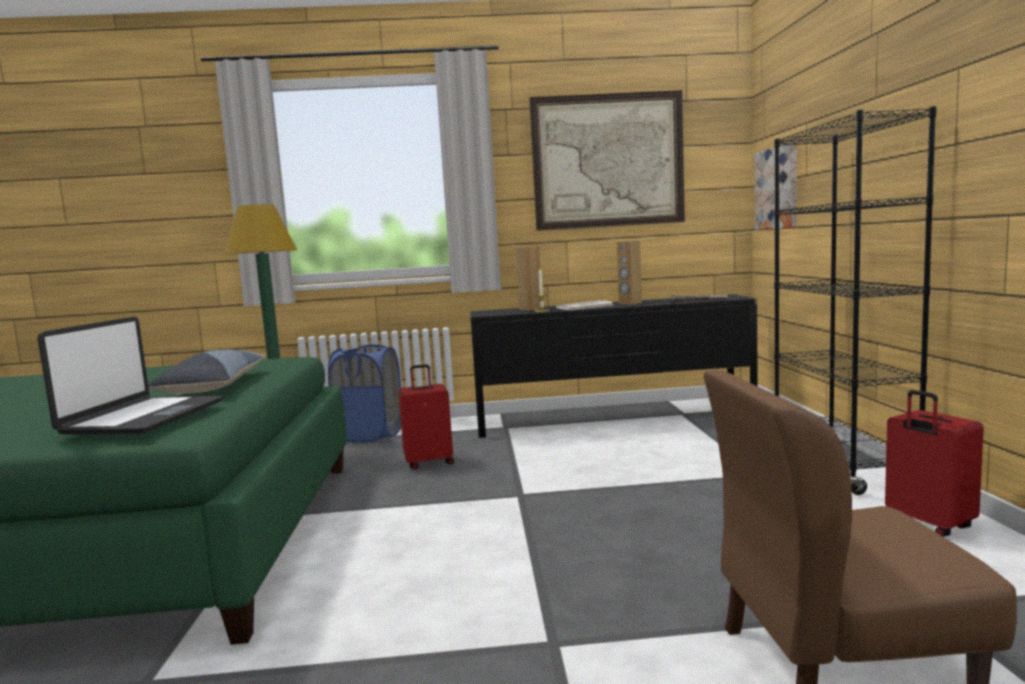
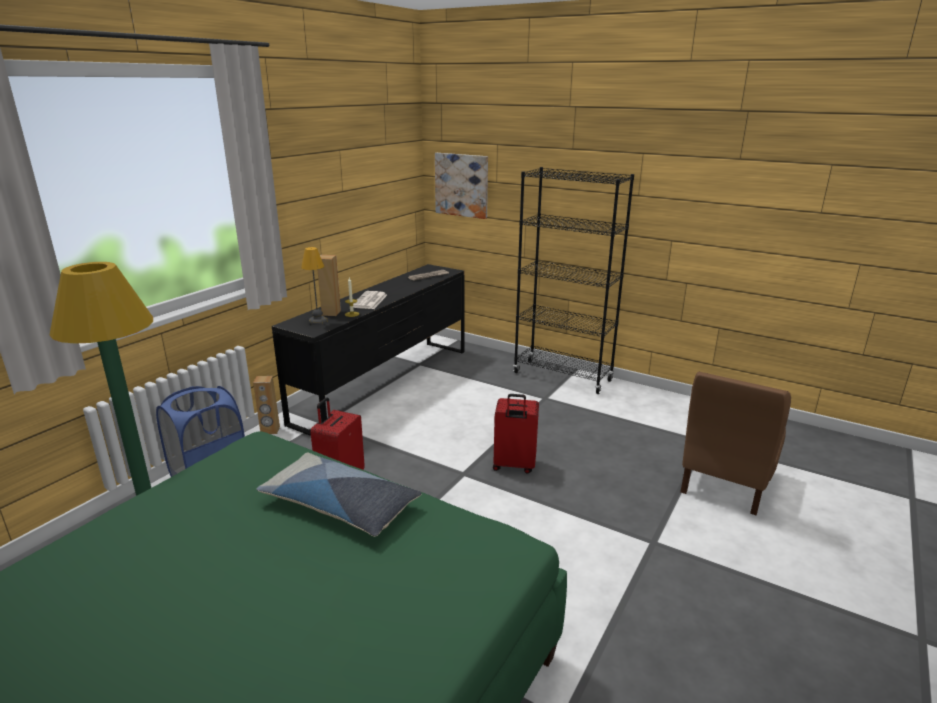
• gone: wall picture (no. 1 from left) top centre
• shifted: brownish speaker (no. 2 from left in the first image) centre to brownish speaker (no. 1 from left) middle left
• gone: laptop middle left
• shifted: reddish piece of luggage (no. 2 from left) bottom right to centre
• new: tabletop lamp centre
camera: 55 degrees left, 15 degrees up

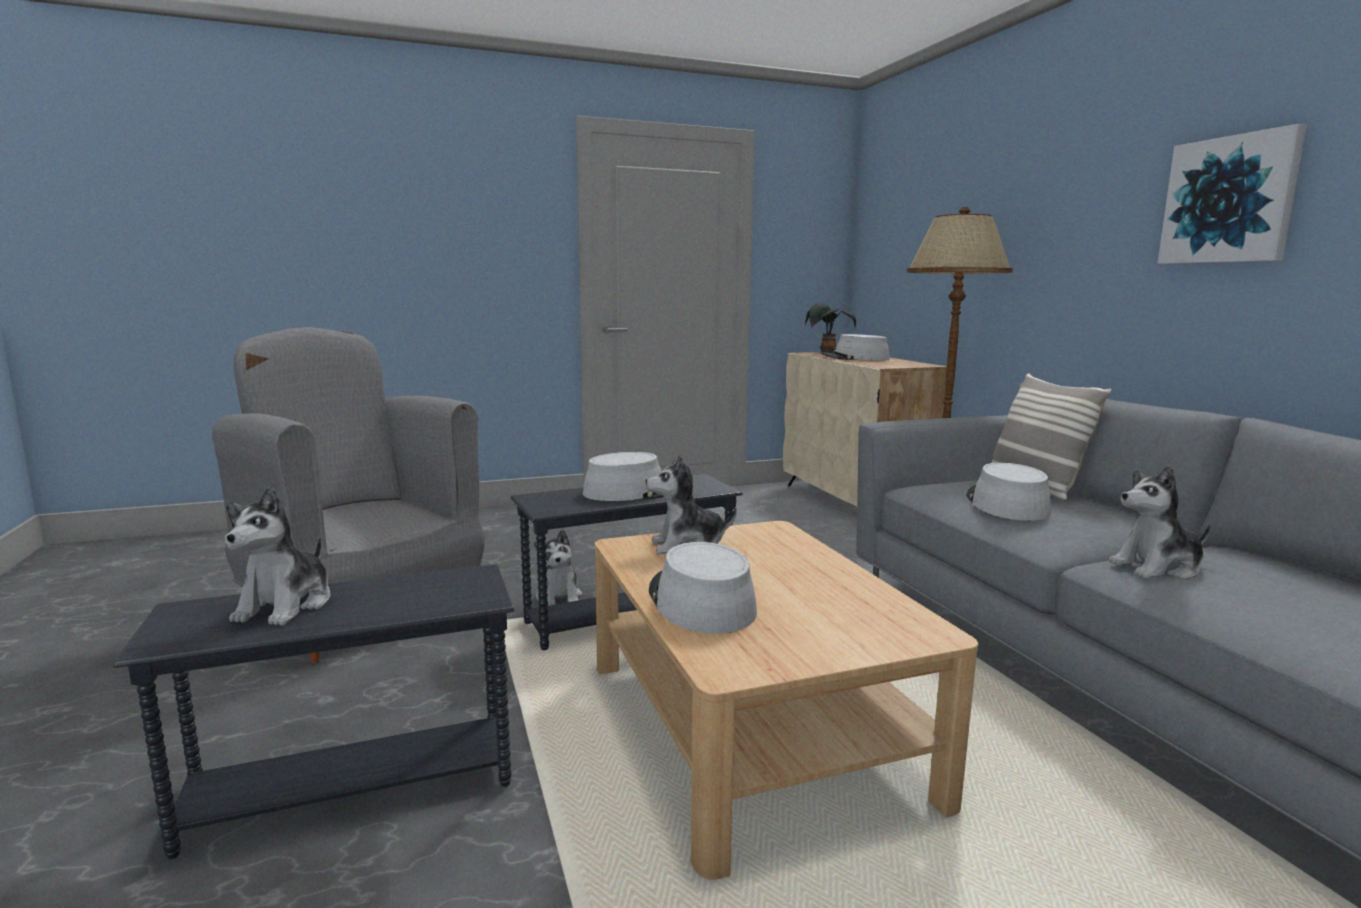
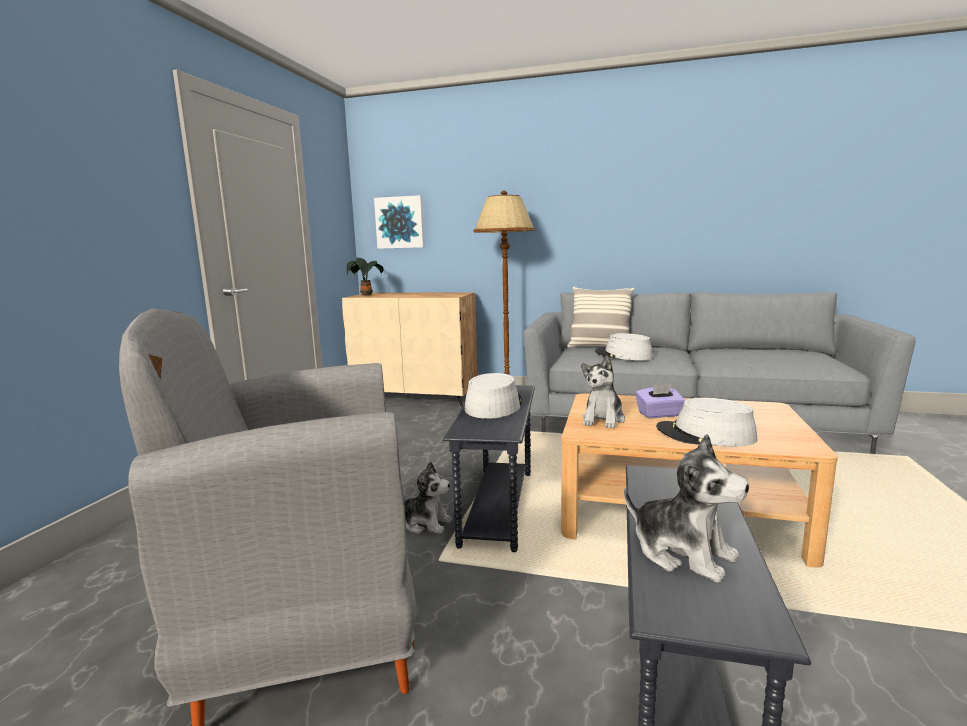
• shifted: wall picture top right to top centre
• gone: grey wearable hat (no. 3 from left) centre
• gone: soft toy (no. 4 from left) middle right
• new: purple tissue box middle right
camera: 55 degrees left, 0 degrees up

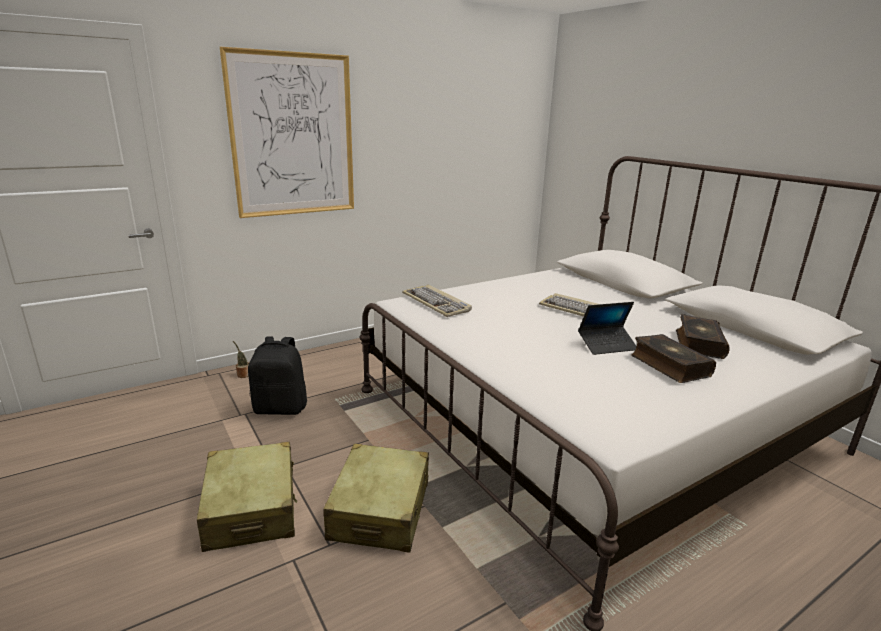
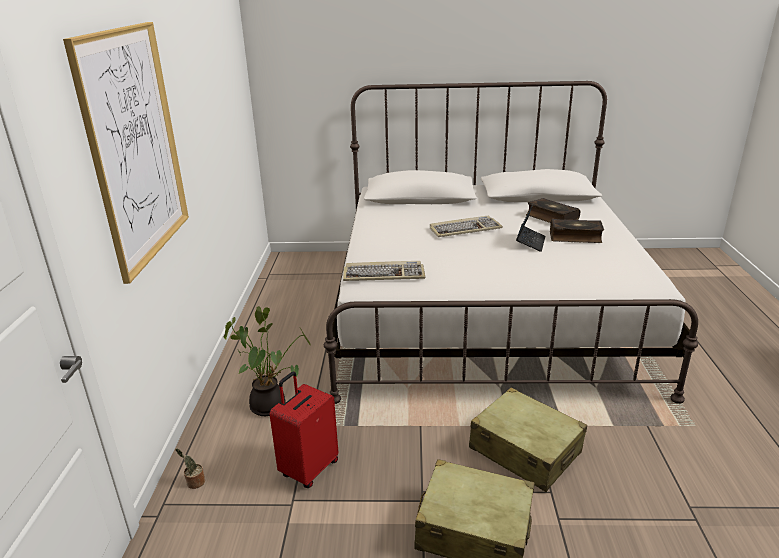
• swapped: blackish knapsack middle left to reddish piece of luggage bottom centre
• new: potted plant (no. 2 from left) centre
camera: 55 degrees left, 5 degrees up

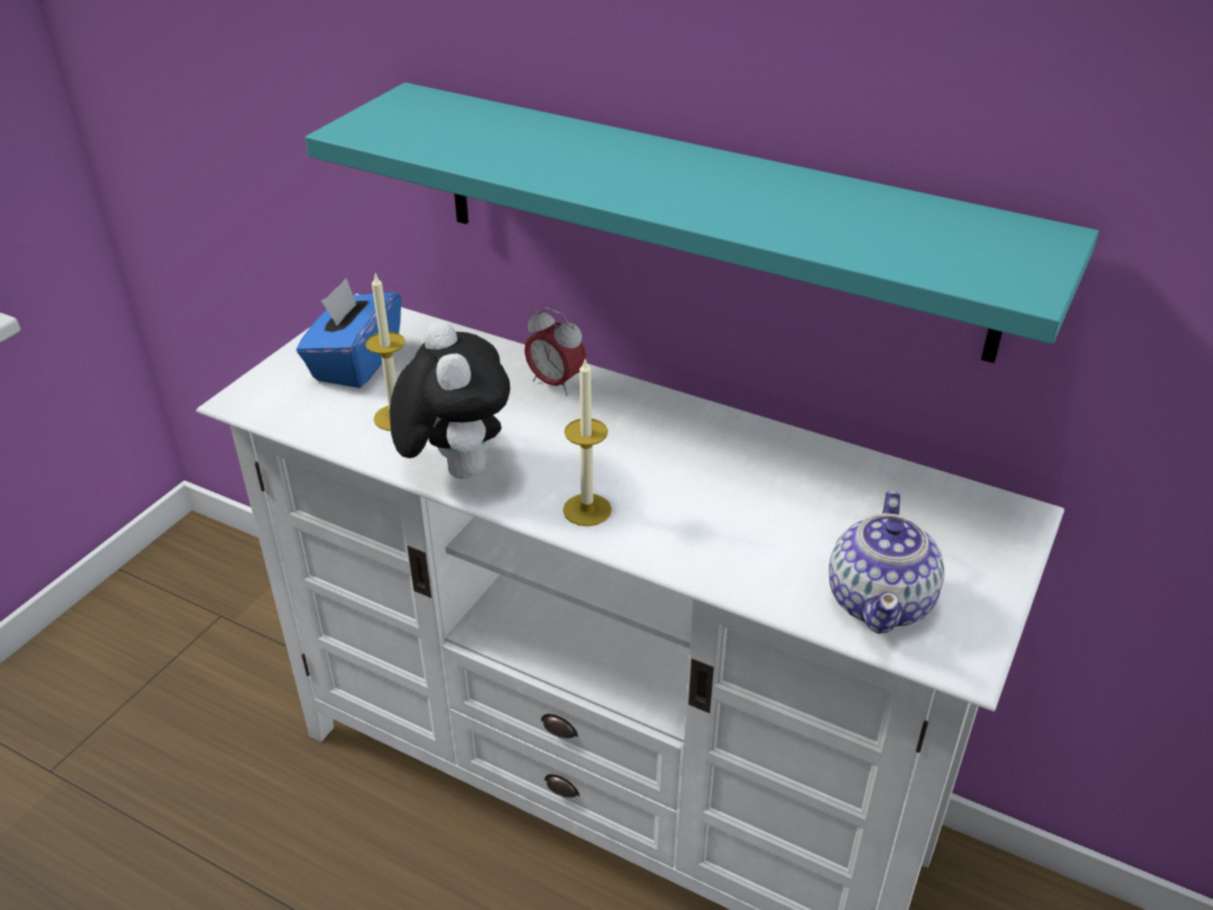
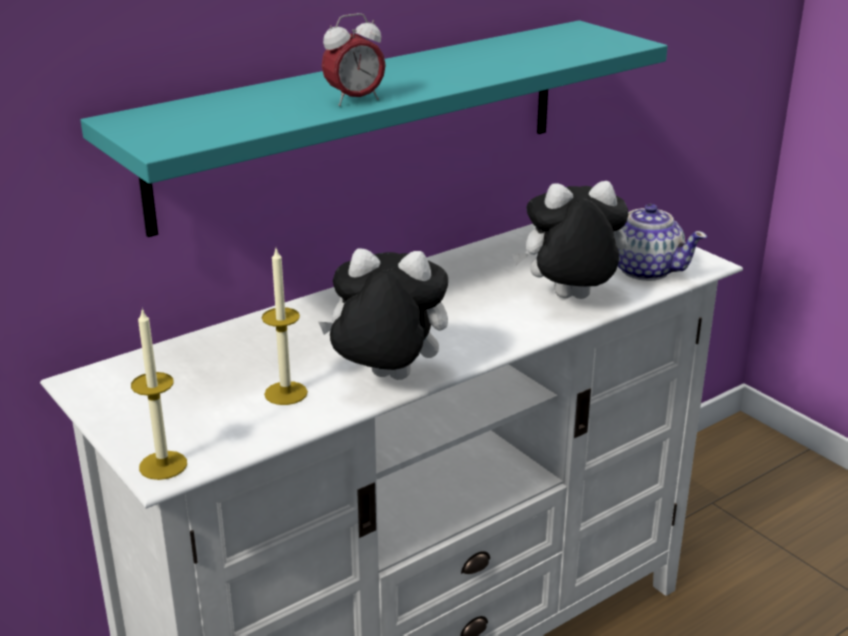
• gone: blue tissue box middle left
• shifted: alarm clock centre to top centre
• shifted: wax candle (no. 2 from left in the first image) centre to wax candle (no. 1 from left) middle left
• new: soft toy (no. 2 from left) middle right
camera: 65 degrees left, 10 degrees down

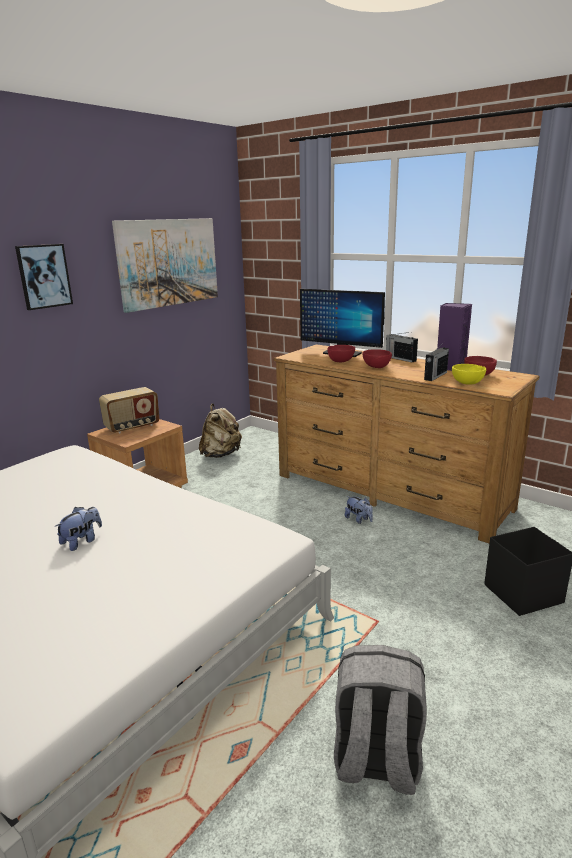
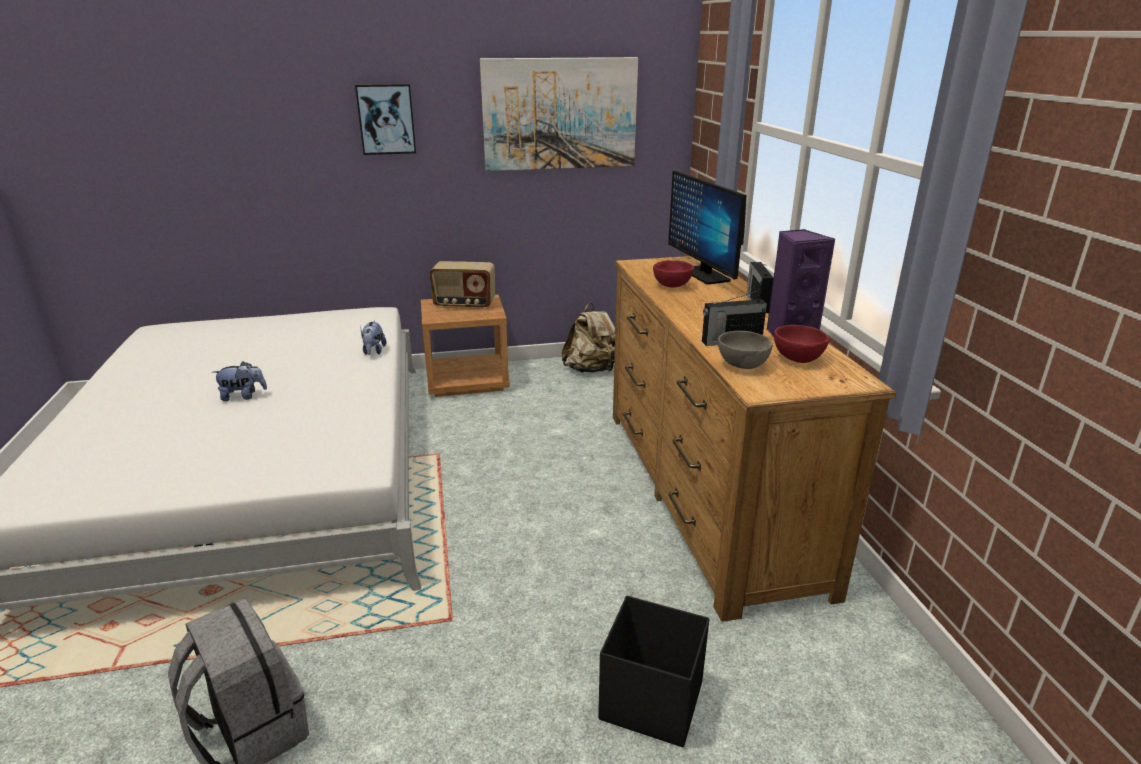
• gone: reddish serving bowl (no. 2 from left) centre
• repainted: yellow-coloured serving bowl middle right to grey serving bowl centre
• shifted: soft toy (no. 2 from left) centre to middle left
camera: 40 degrees right, 5 degrees up

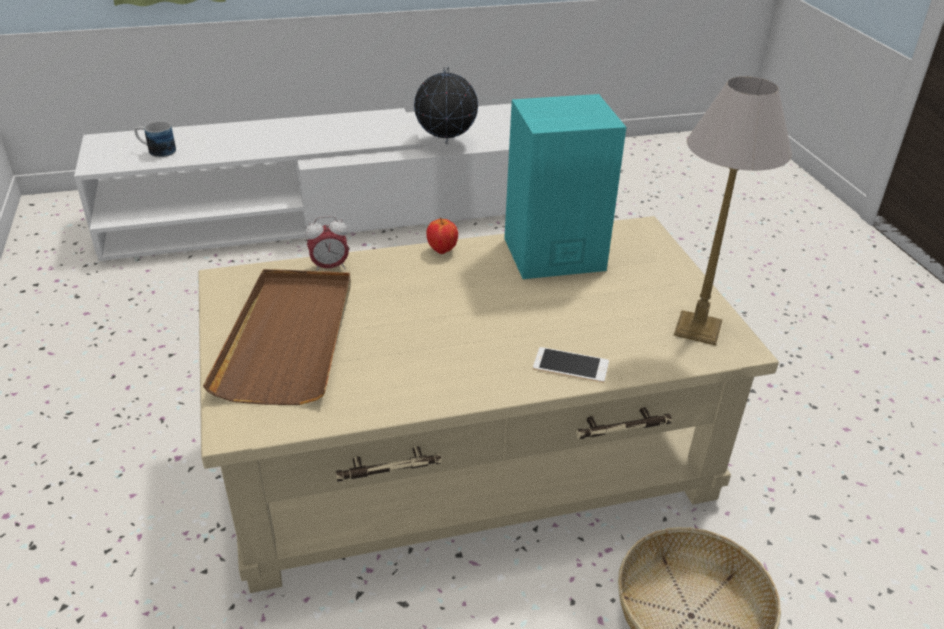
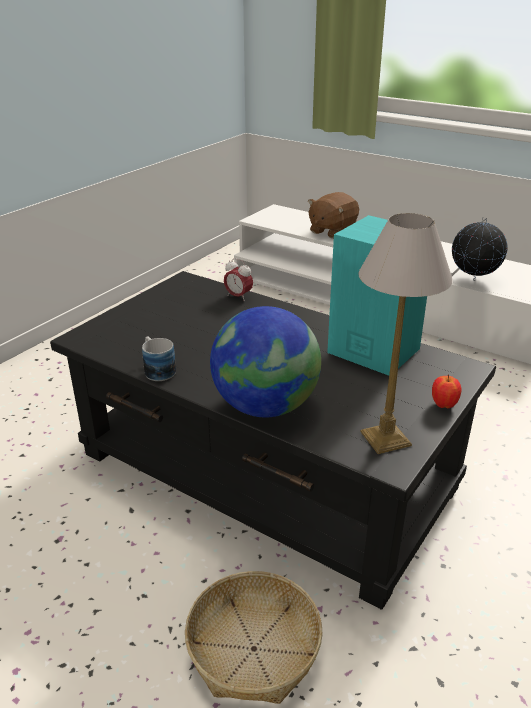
• shifted: mug top left to middle left
• repainted: beige lounge table centre to blackish lounge table centre
• shifted: apple centre to middle right
• gone: brownish tray middle left
• swapped: phone centre to world globe (no. 1 from left) centre
• new: brownish soft toy top centre
camera: 50 degrees right, 5 degrees down

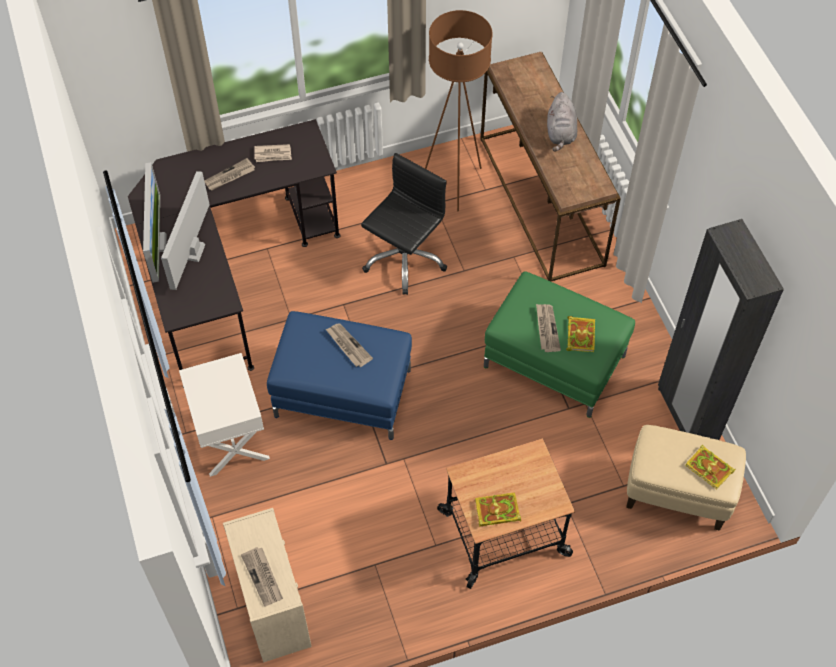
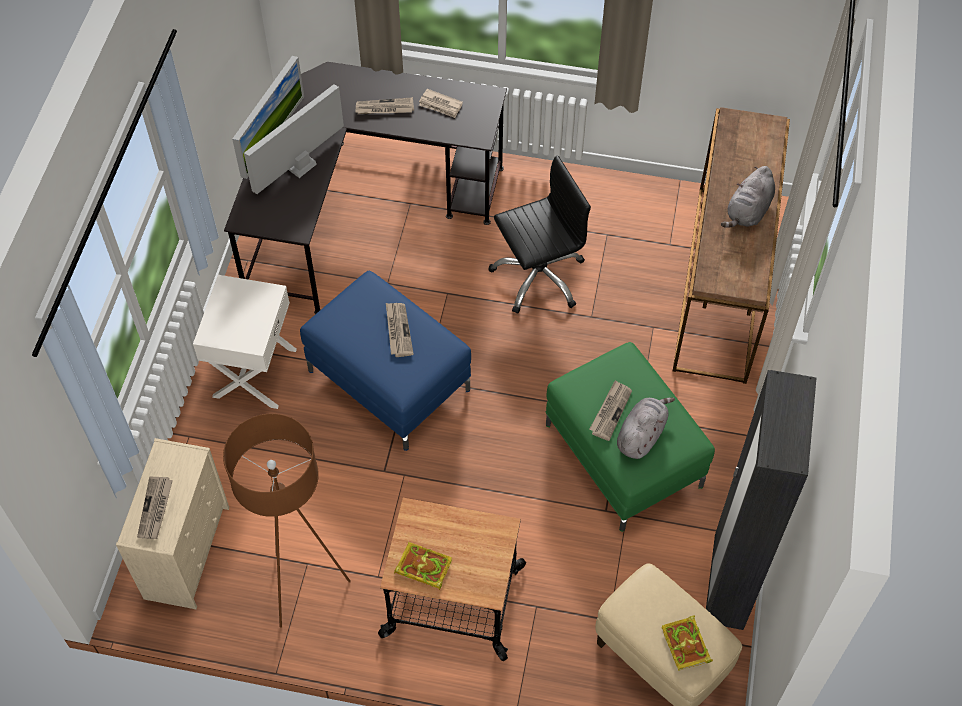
• shifted: brownish floor lamp top centre to bottom left
• swapped: book (no. 2 from left) middle right to grey soft toy (no. 1 from left) middle right
camera: 30 degrees right, 0 degrees up

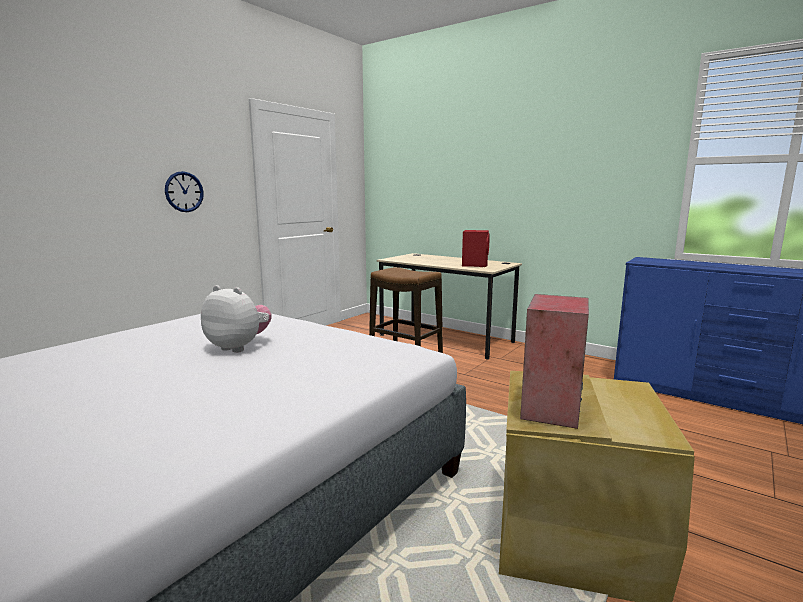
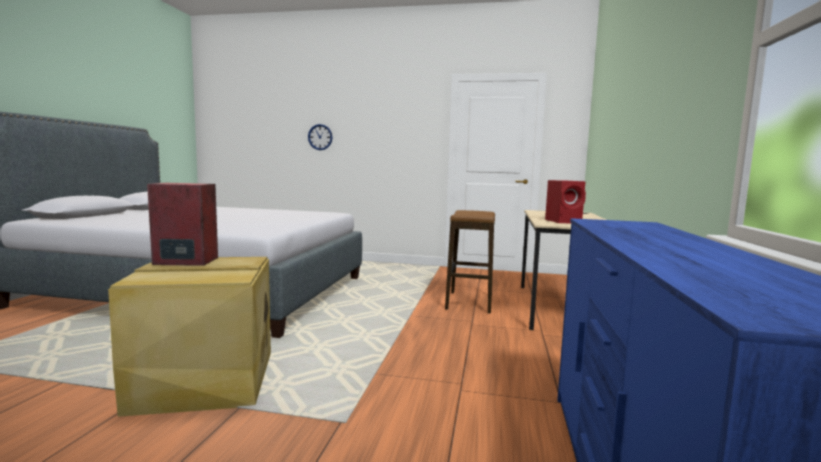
• shifted: wall clock top left to top centre
• gone: soft toy middle left
camera: 65 degrees right, 5 degrees down

